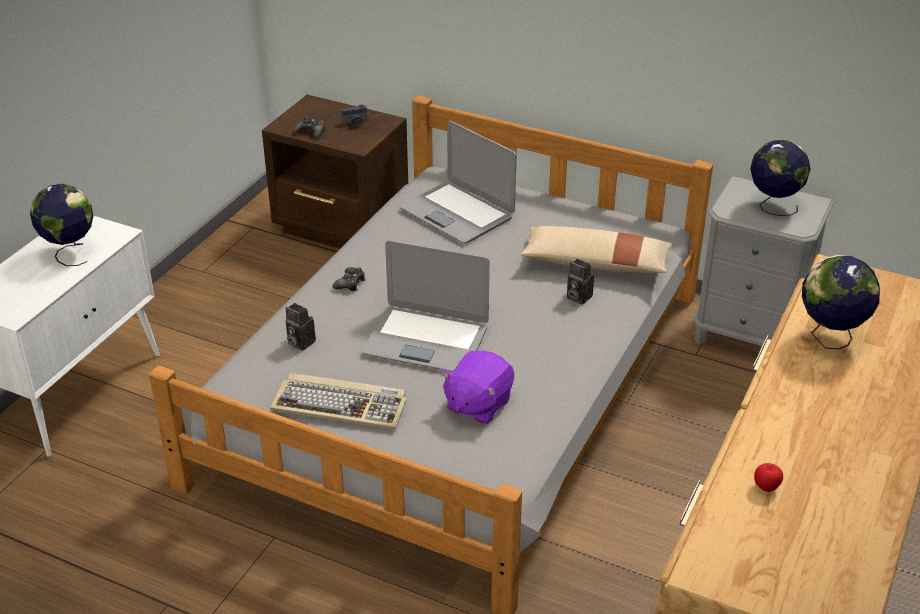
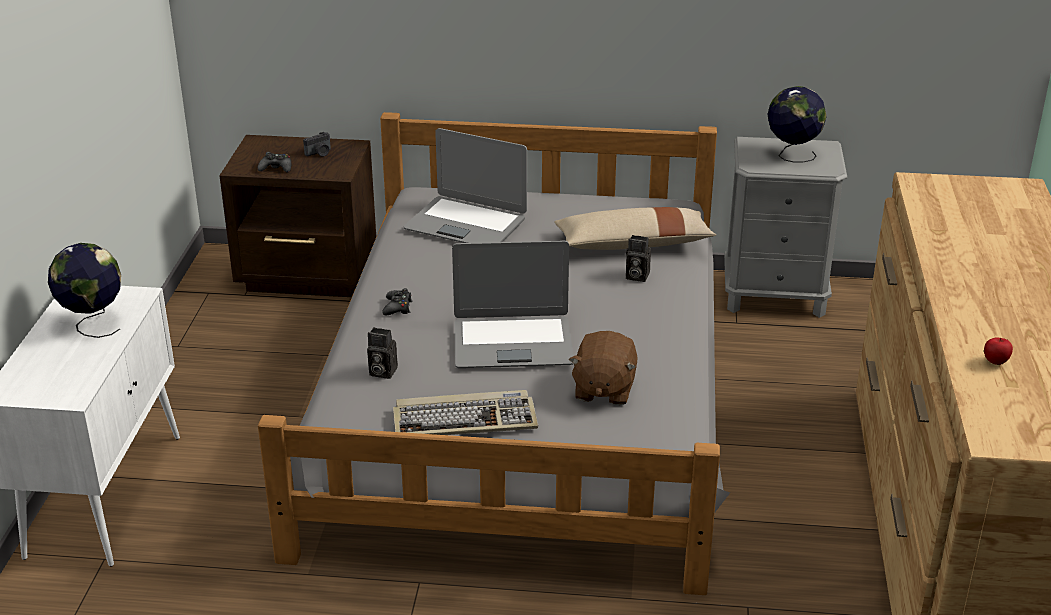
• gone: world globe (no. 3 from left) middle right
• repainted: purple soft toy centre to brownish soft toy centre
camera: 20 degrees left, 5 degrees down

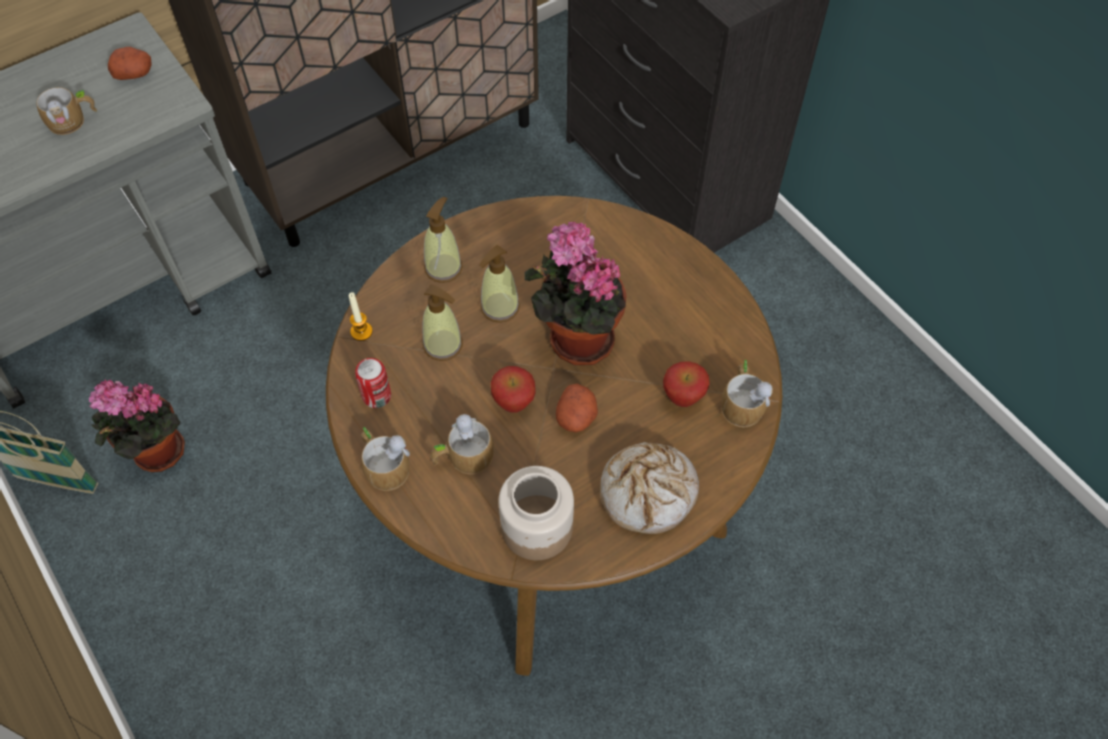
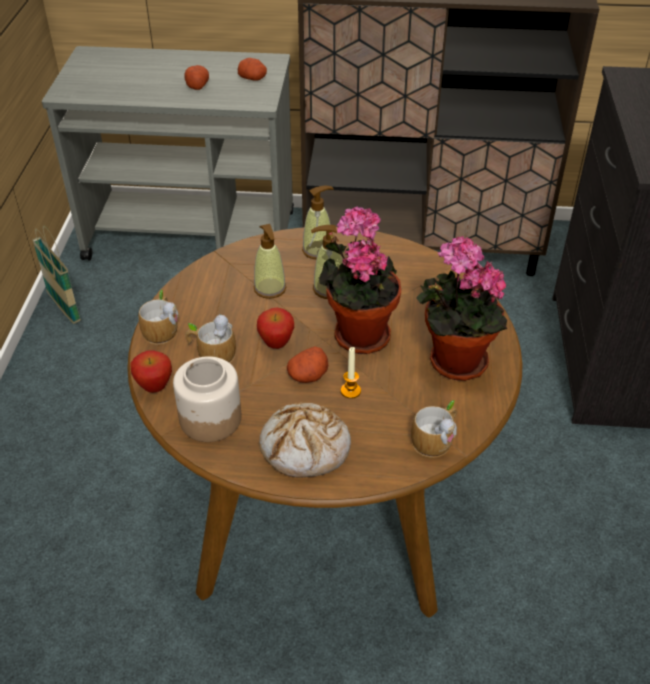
• swapped: mug (no. 1 from left) top left to whole potato (no. 1 from left) top left
• shifted: wax candle middle left to centre
• gone: can centre
• shifted: apple (no. 2 from left in the first image) centre to apple (no. 1 from left) middle left
• shifted: potted plant (no. 1 from left in the first image) middle left to potted plant (no. 2 from left) middle right
camera: 40 degrees right, 15 degrees down

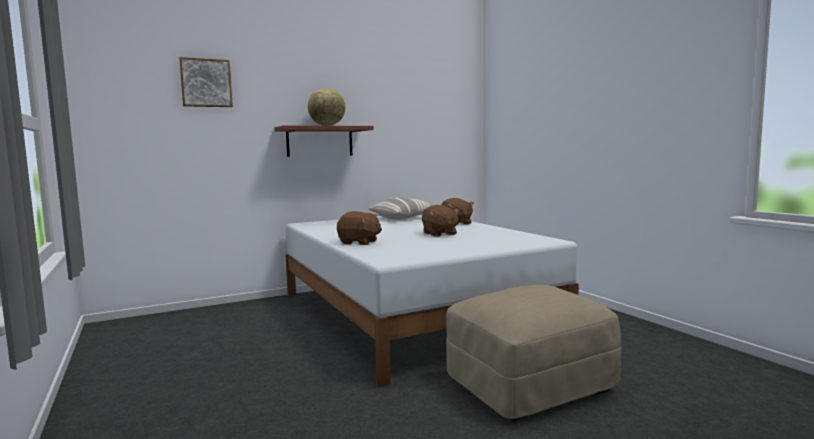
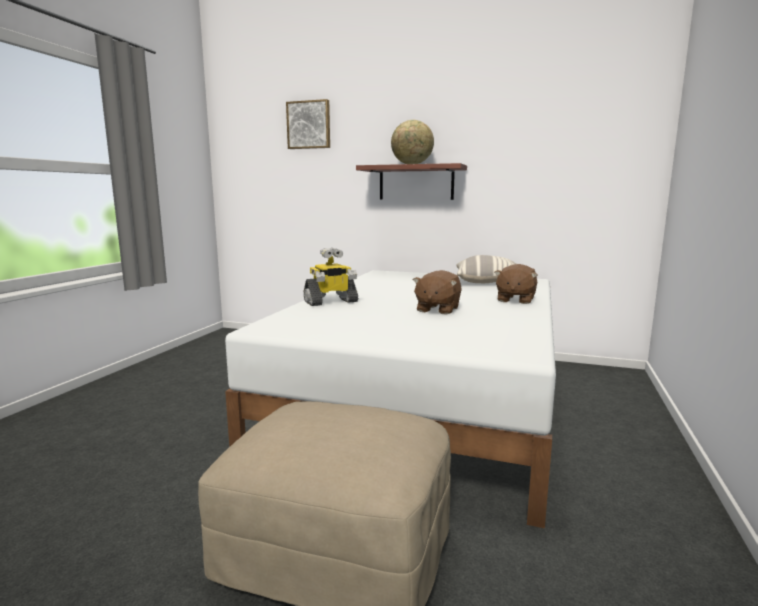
• swapped: brownish soft toy (no. 1 from left) centre to robot figure centre
camera: 45 degrees right, 5 degrees up

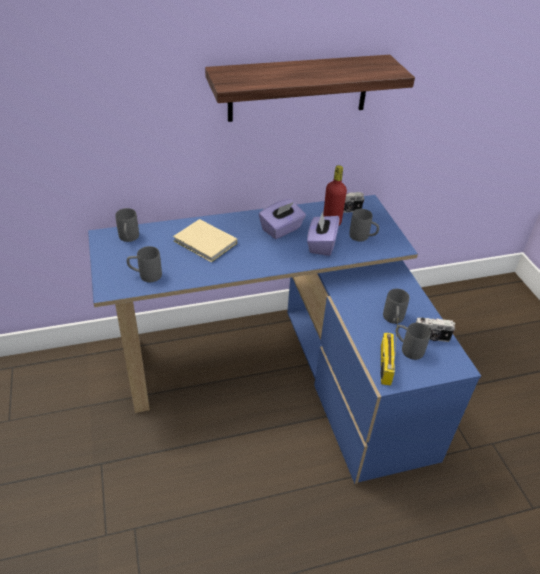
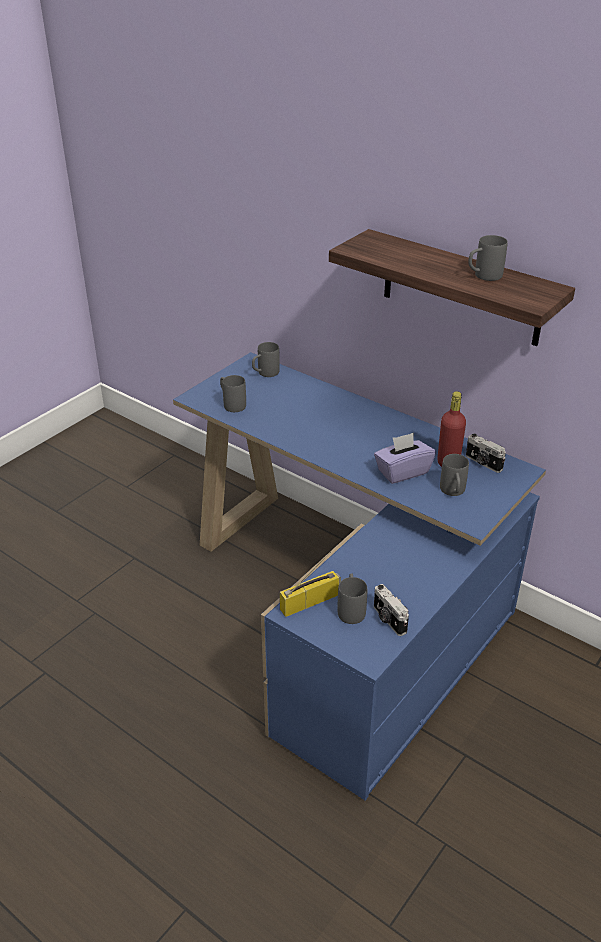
• gone: purple tissue box (no. 1 from left) centre
• gone: beige book centre
• shifted: grey mug (no. 4 from left in the first image) middle right to grey mug (no. 5 from left) top right
camera: 55 degrees right, 5 degrees down

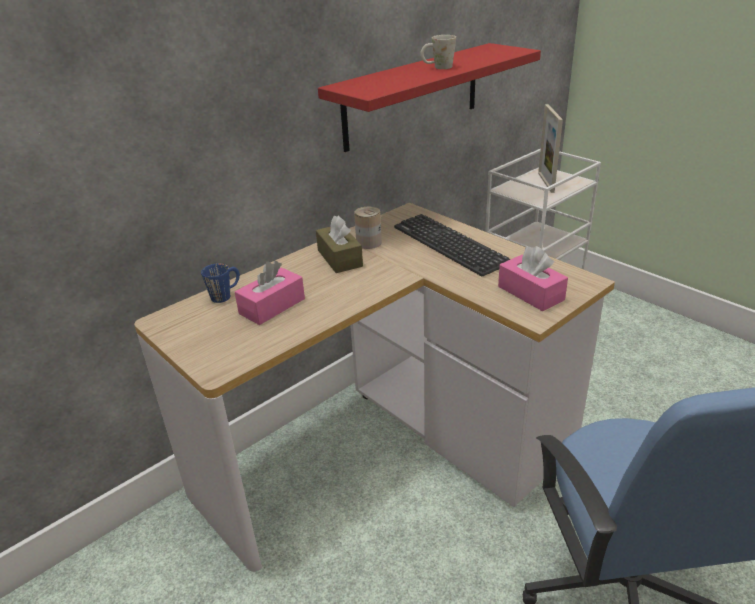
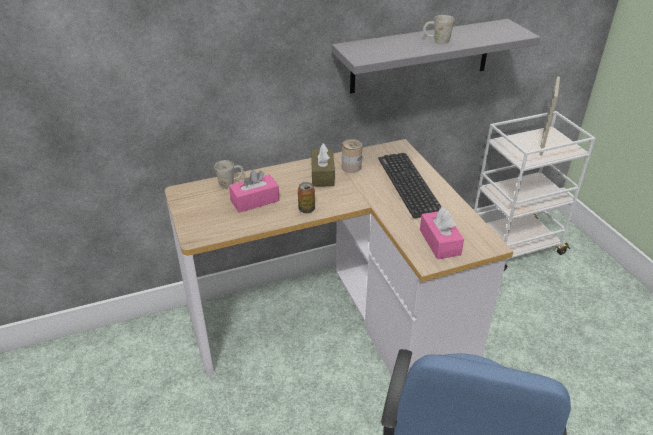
• repainted: reddish shelf top centre to grey shelf top right
• repainted: blue mug middle left to white mug (no. 1 from left) centre
• new: can (no. 1 from left) centre
camera: 20 degrees right, 5 degrees up

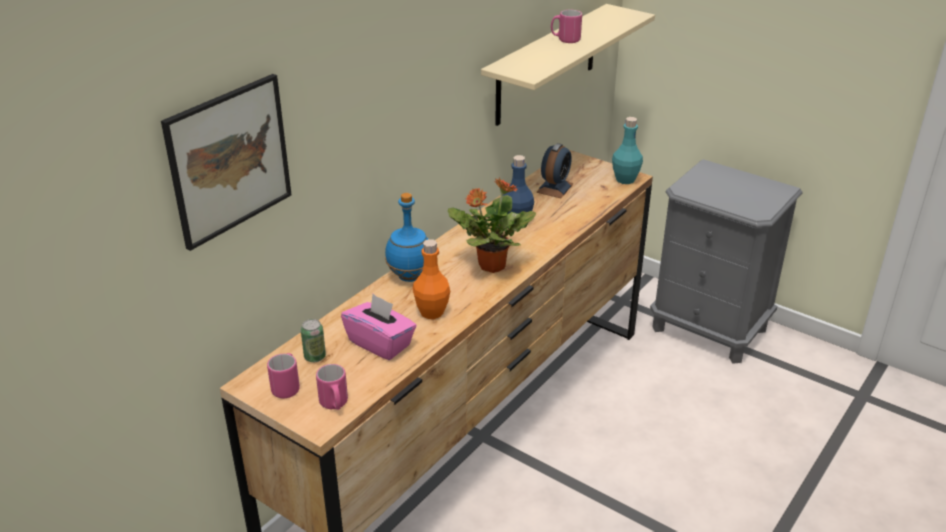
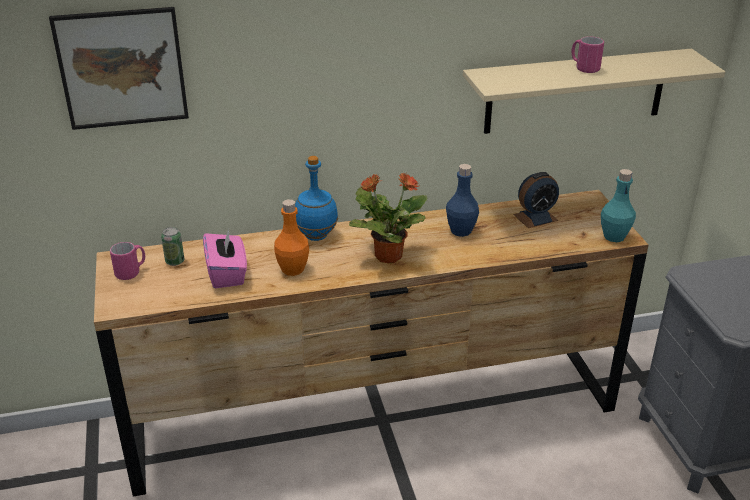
• gone: pinkish mug (no. 2 from left) bottom centre
camera: 40 degrees right, 0 degrees up

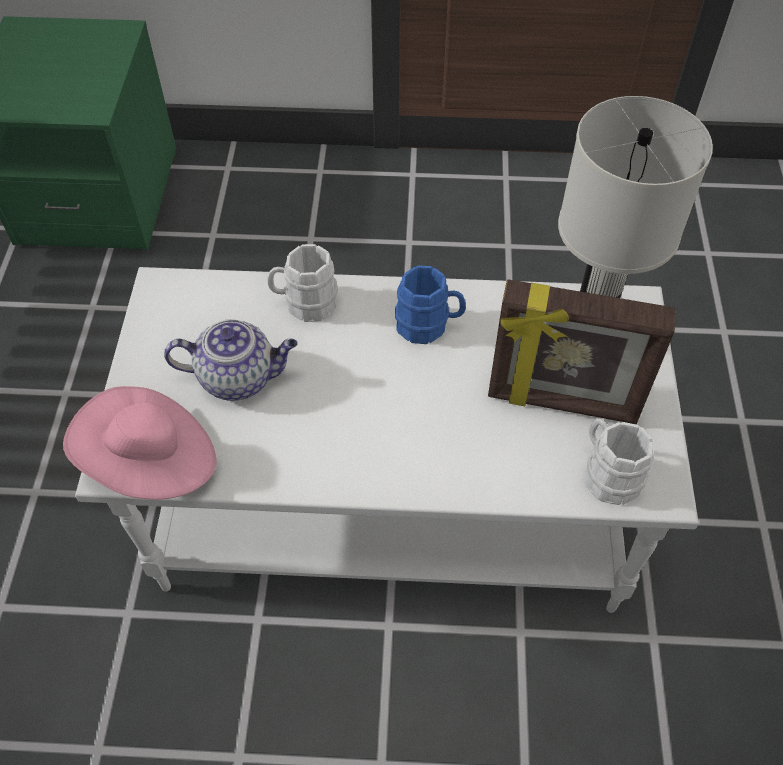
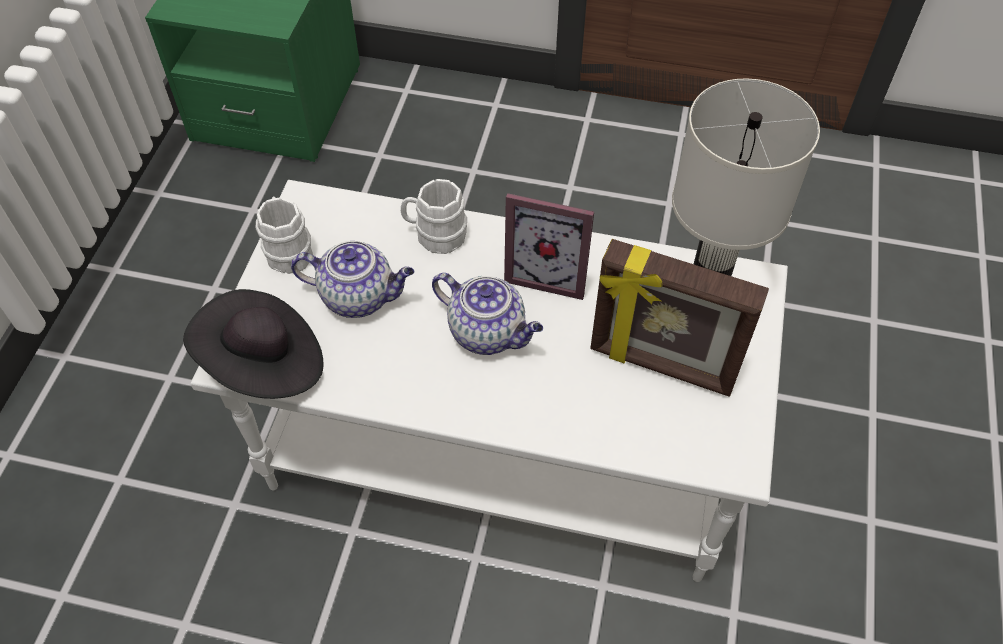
• swapped: blue mug centre to picture frame (no. 1 from left) centre
• repainted: pinkish wearable hat middle left to blackish wearable hat middle left
• shifted: white mug (no. 2 from left in the first image) middle right to white mug (no. 1 from left) middle left
• new: pot for tea (no. 2 from left) centre
camera: 10 degrees right, 0 degrees up

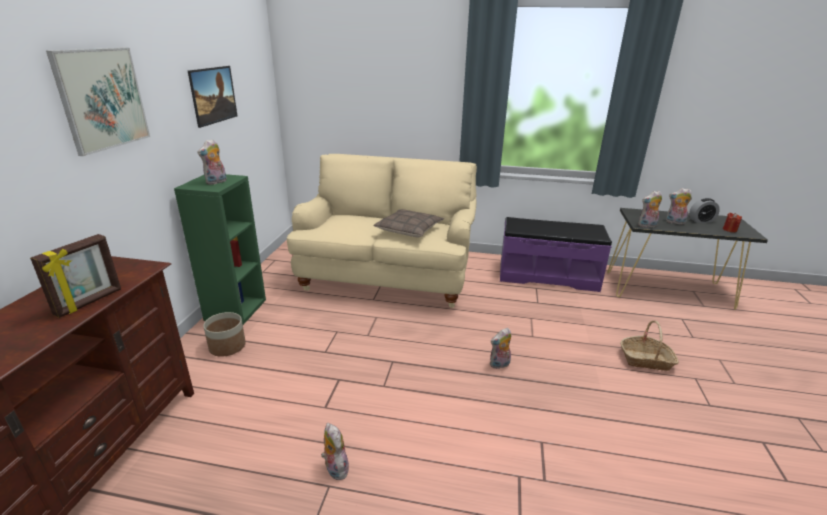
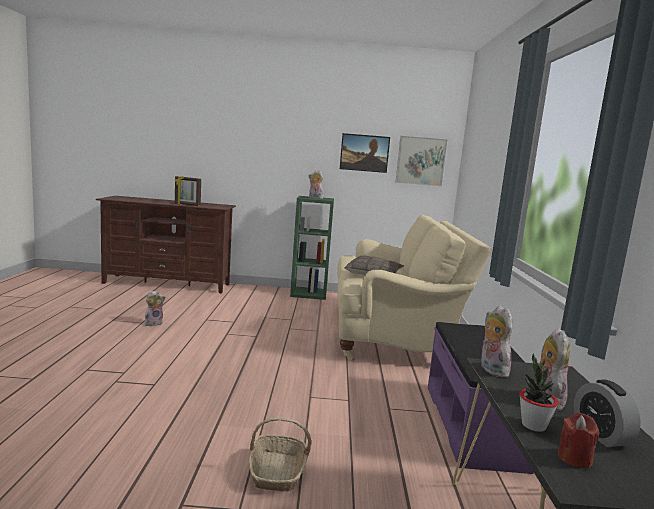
• shifted: wall picture (no. 1 from left in the first image) top left to wall picture (no. 2 from left) top centre
• gone: plant pot middle left
• gone: soft toy (no. 3 from left) bottom centre
• new: potted plant bottom right
camera: 80 degrees right, 15 degrees down

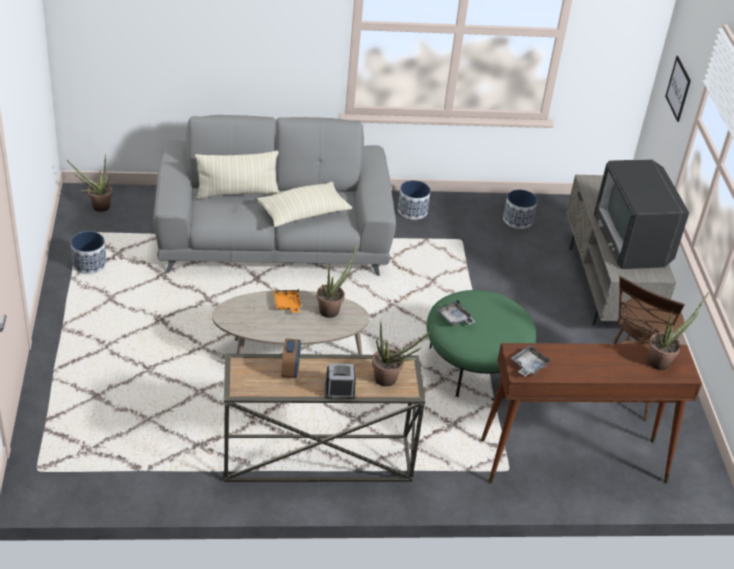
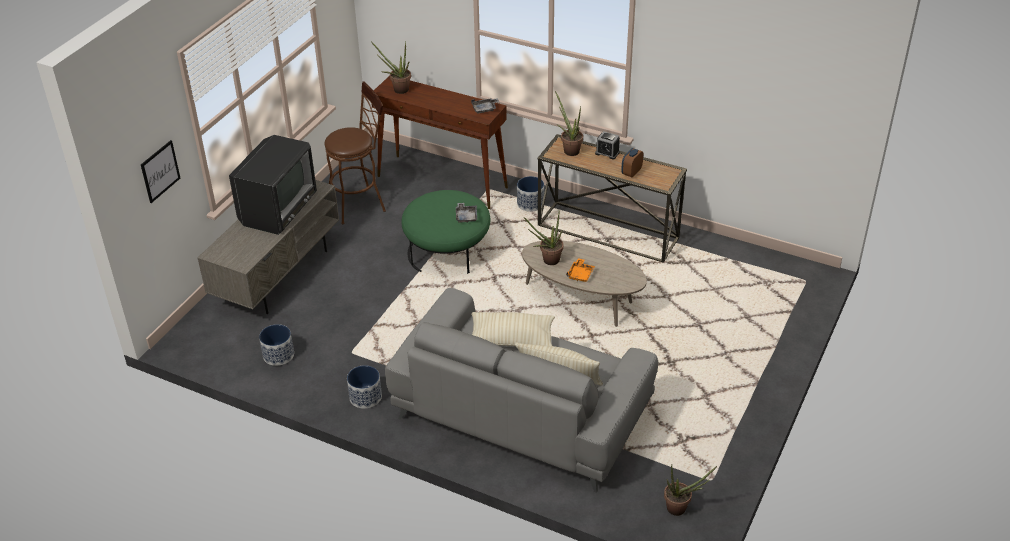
• shifted: plant pot (no. 1 from left in the first image) middle left to plant pot (no. 3 from left) centre
camera: 145 degrees left, 0 degrees up

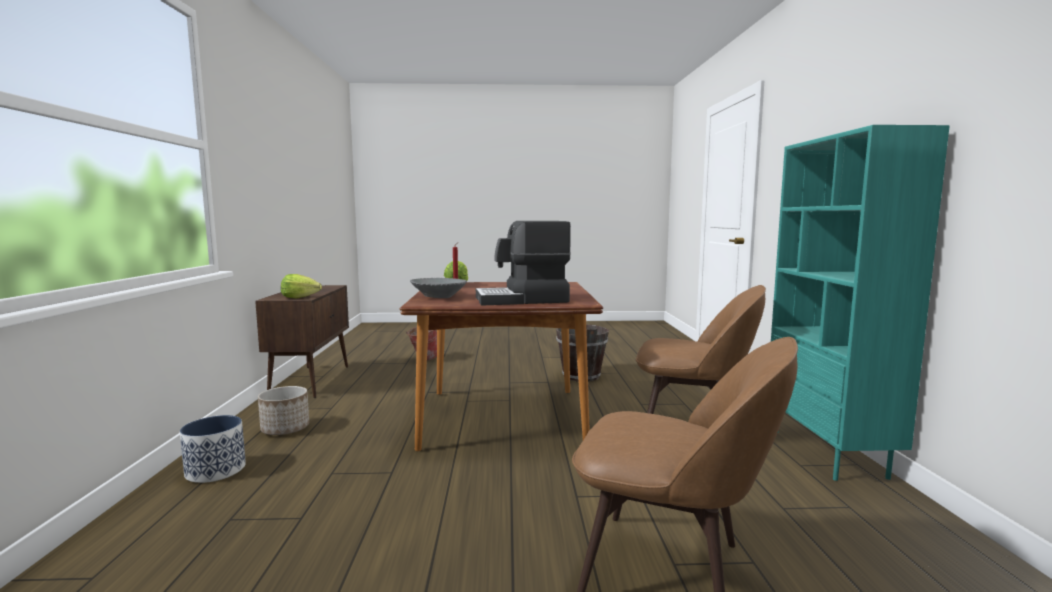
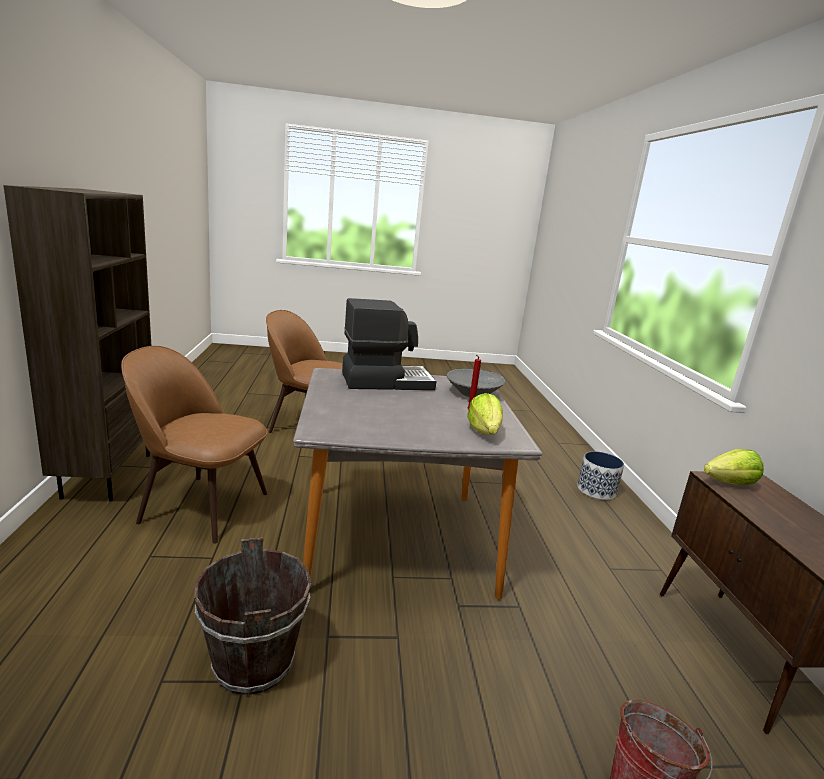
• repainted: turquoise-coloured bookshelf middle right to brownish bookshelf middle left
• repainted: brownish dining table centre to grey dining table centre
• gone: plant pot (no. 2 from left) bottom left
camera: 175 degrees right, 10 degrees up

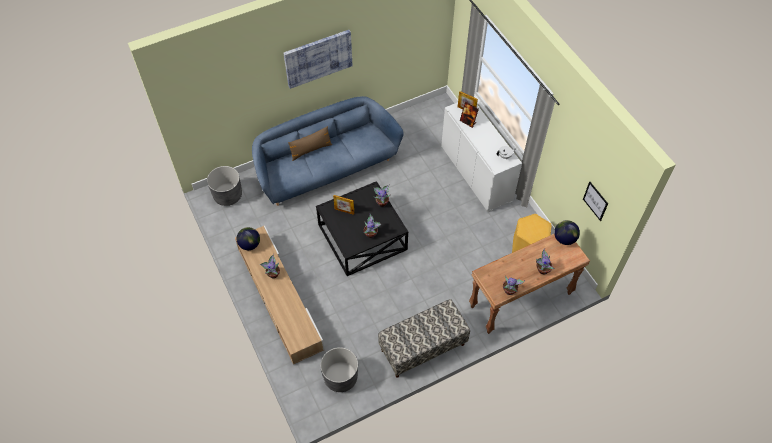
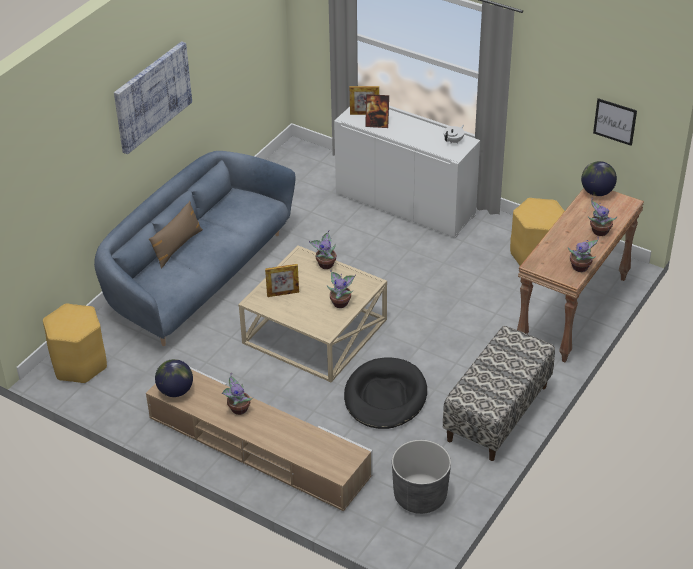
• swapped: grey plant pot (no. 1 from left) middle left to yellow-coloured stool (no. 1 from left) middle left
• repainted: blackish lounge table centre to beige lounge table centre
• new: blackish dog bed bottom centre
camera: 30 degrees left, 15 degrees down

